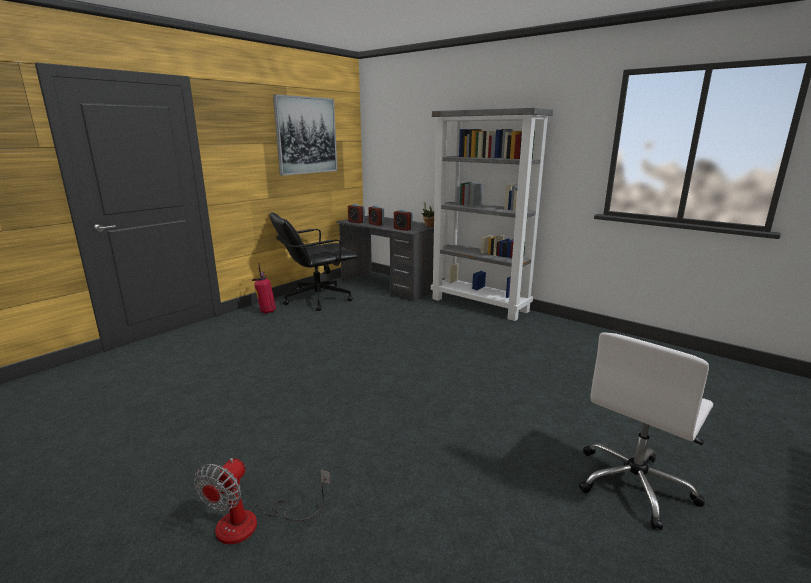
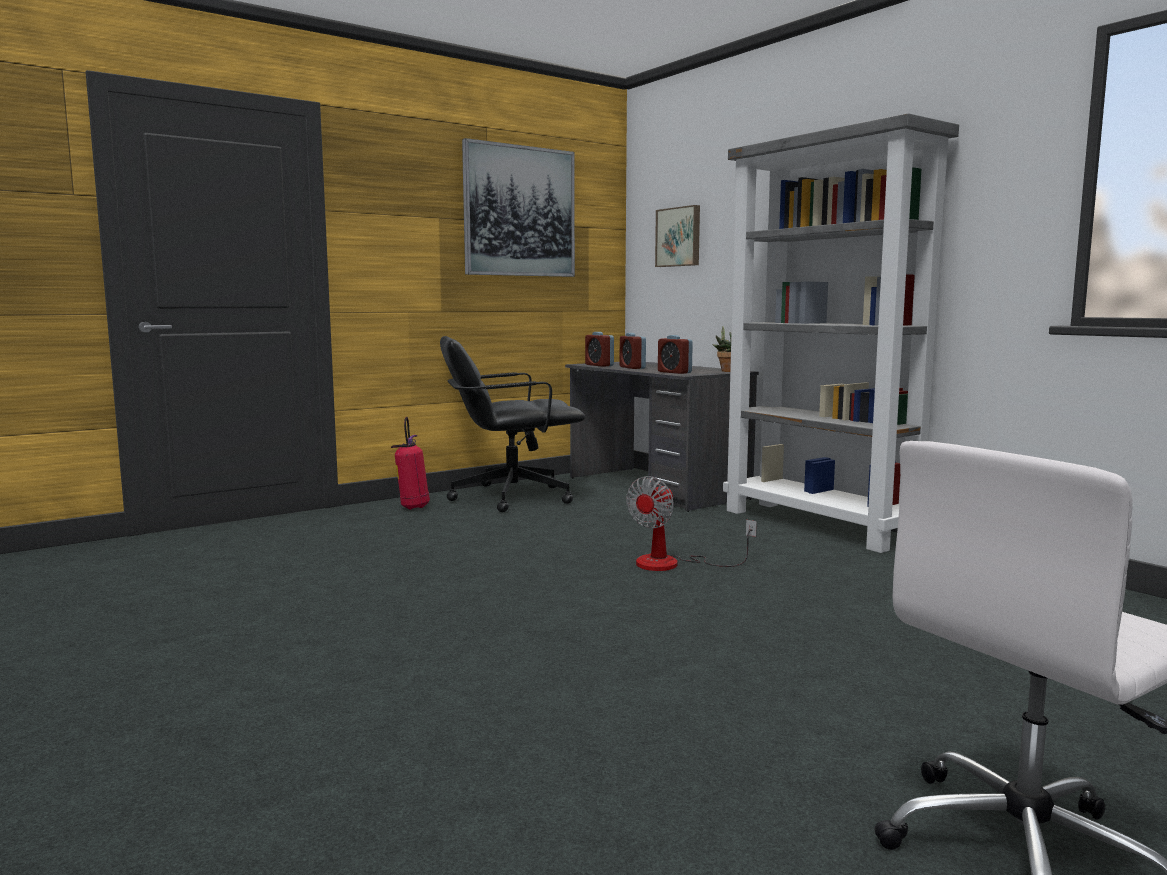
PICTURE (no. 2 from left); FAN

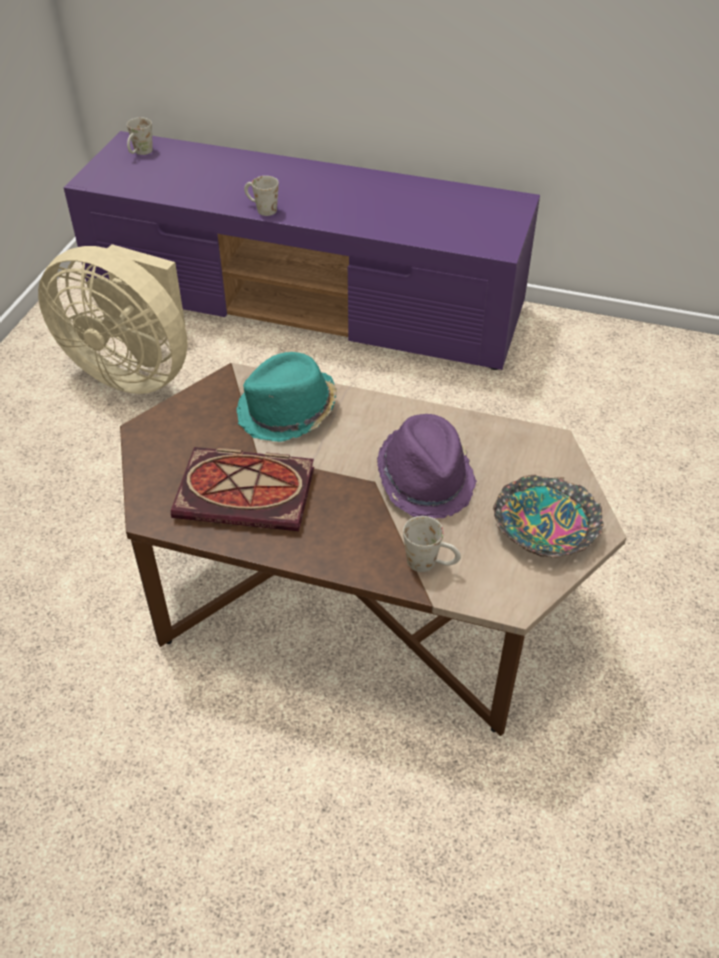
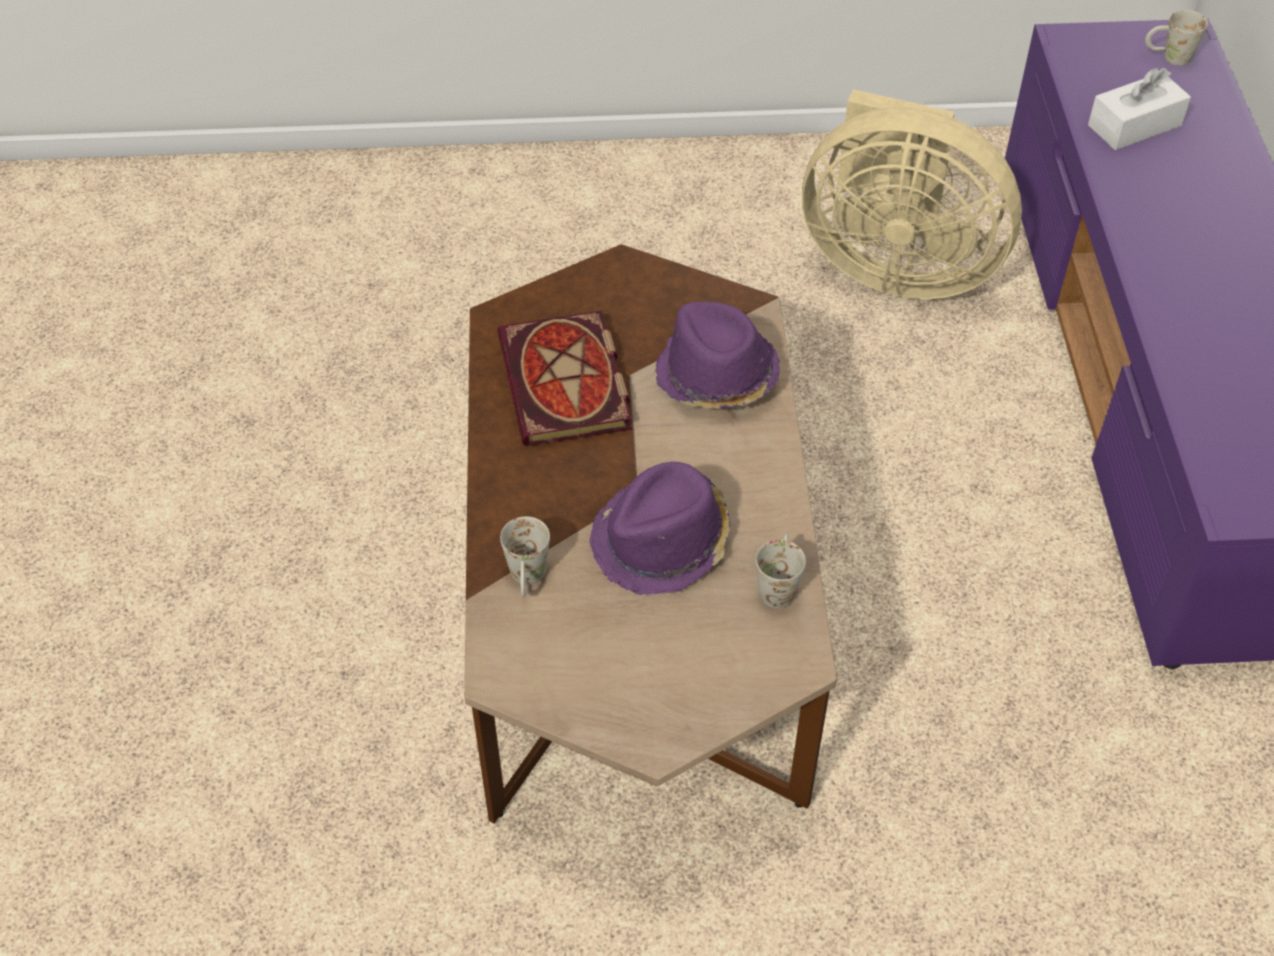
BOWL; WHITE TISSUE BOX; WHITE MUG (no. 2 from left); PURPLE HAT (no. 2 from left); BEIGE FAN

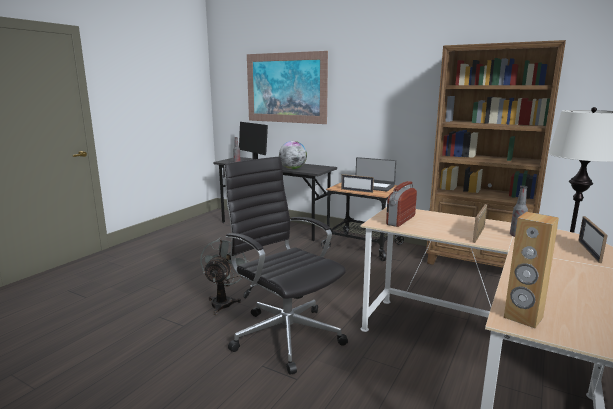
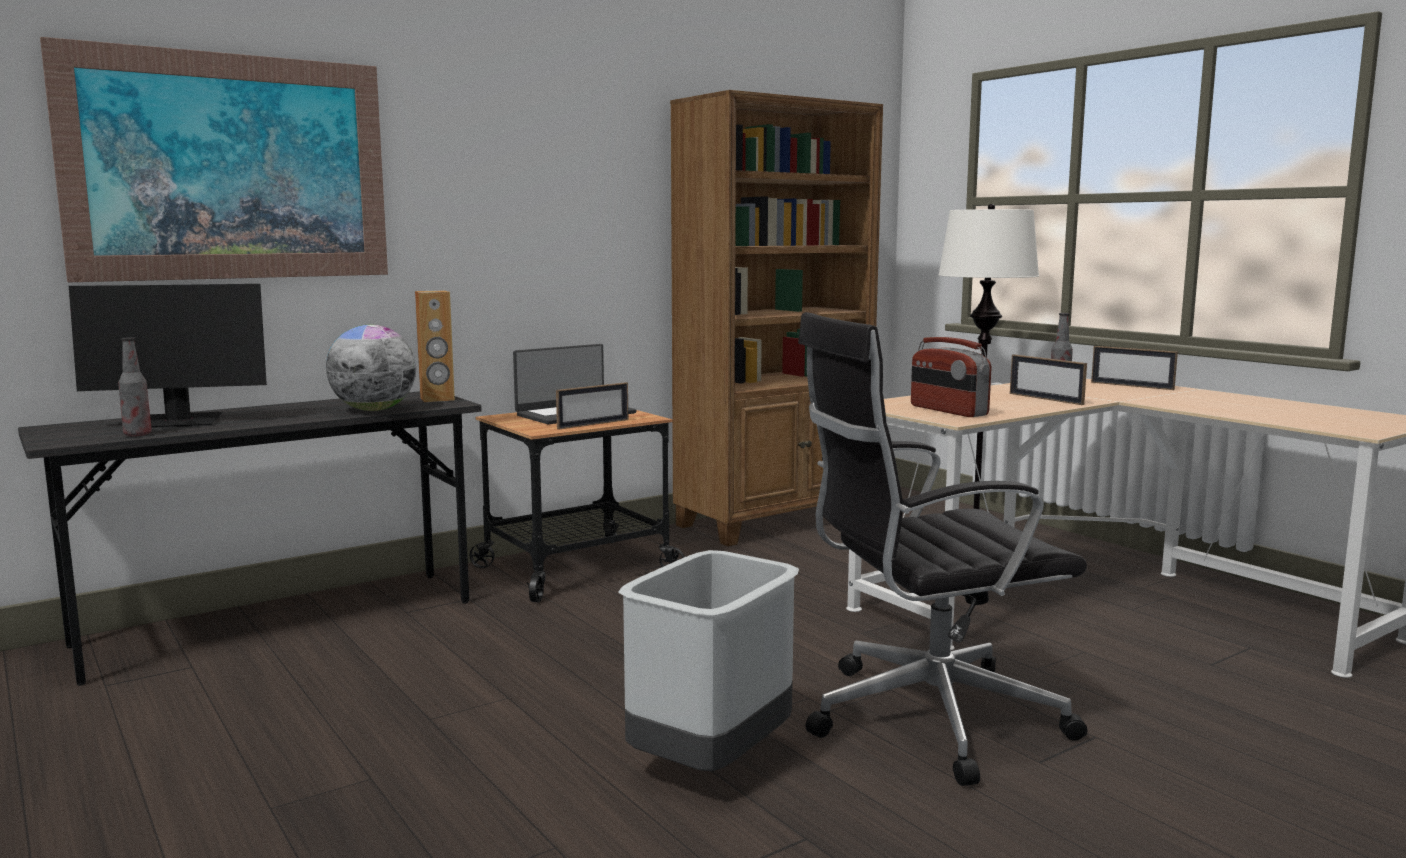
BROWN SPEAKER; GREY TRASH CAN

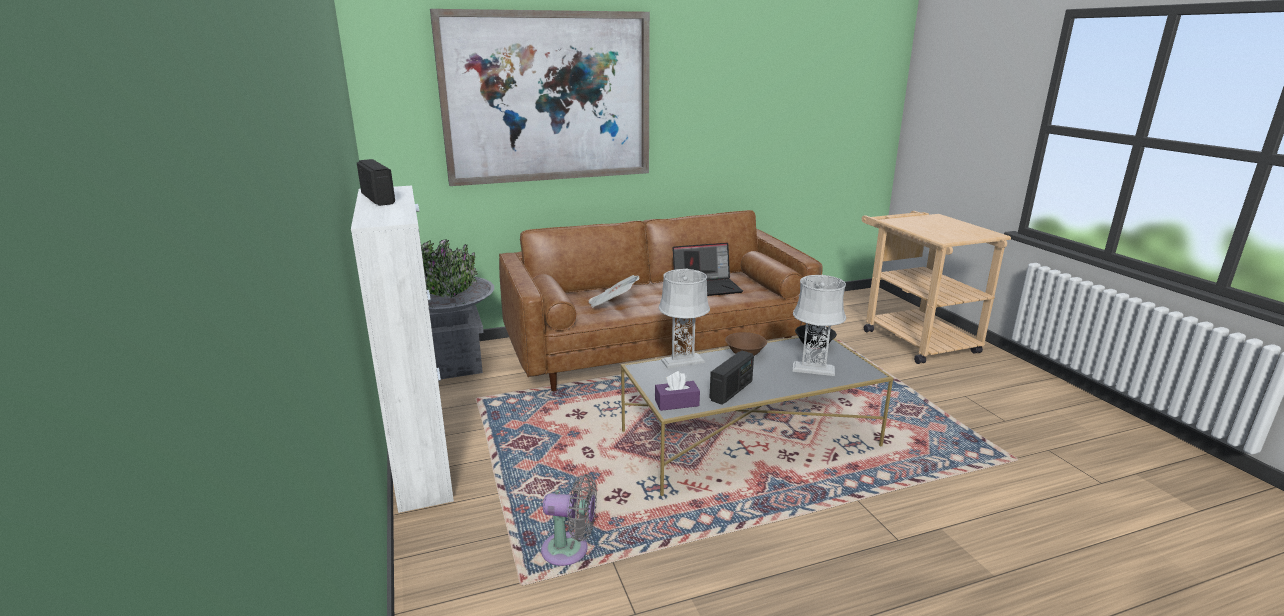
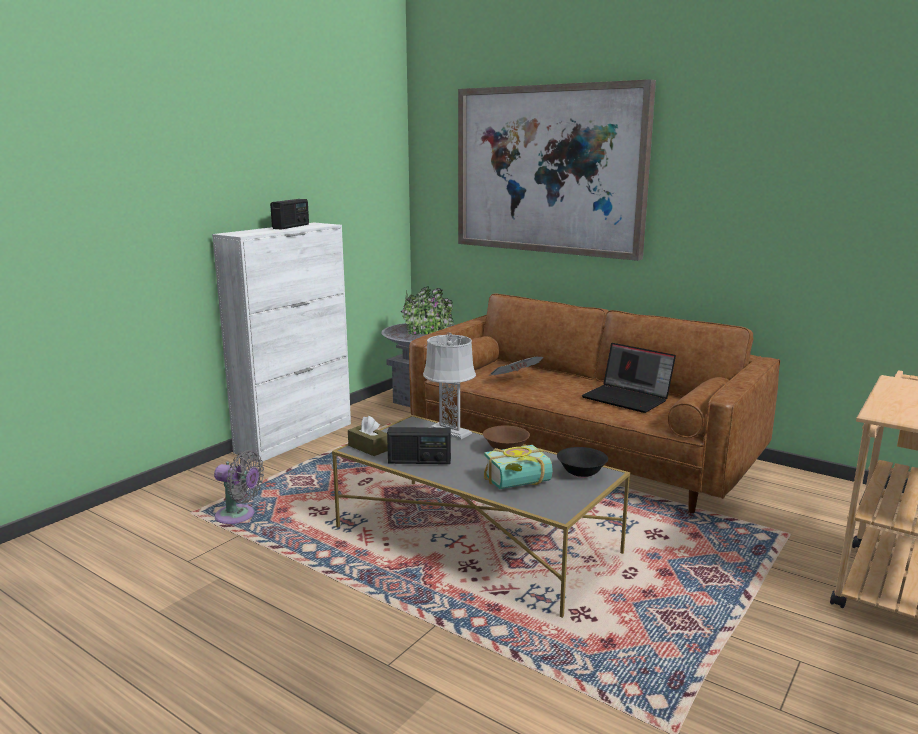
BOOK; BROWN TISSUE BOX; GREY FAN

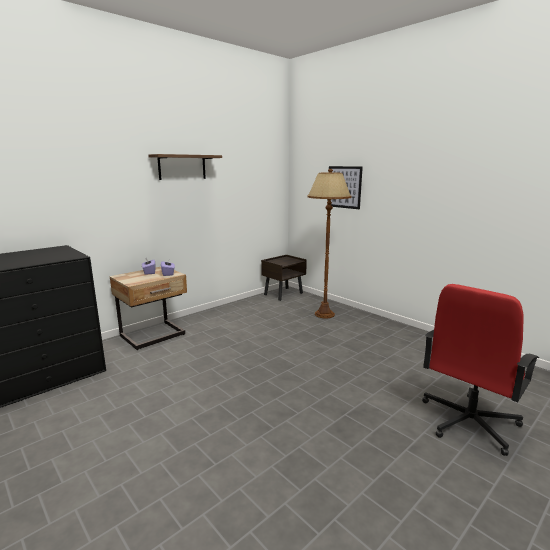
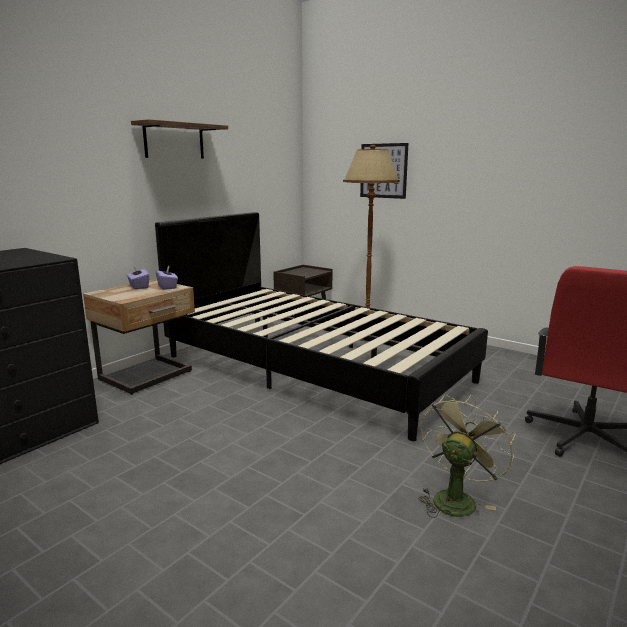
BLACK BED; GREEN FAN

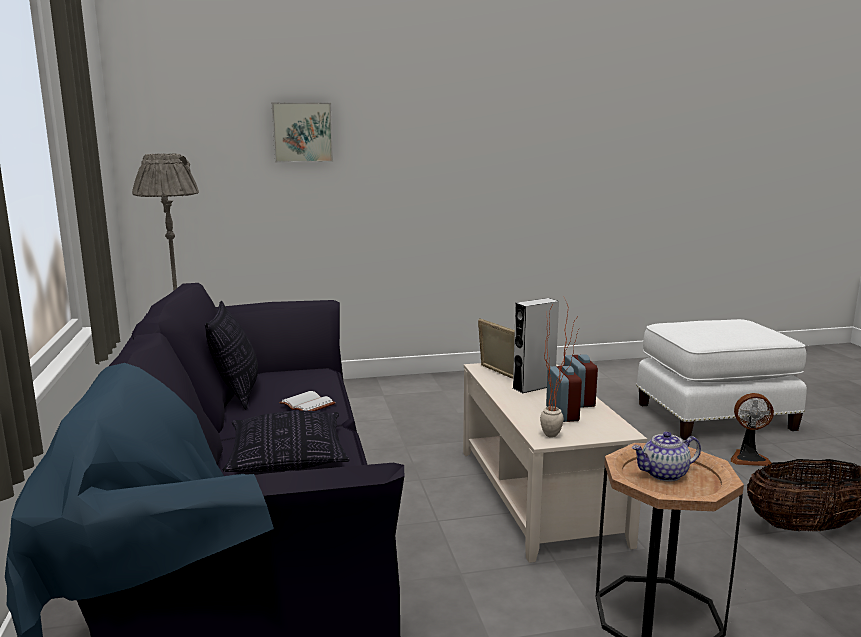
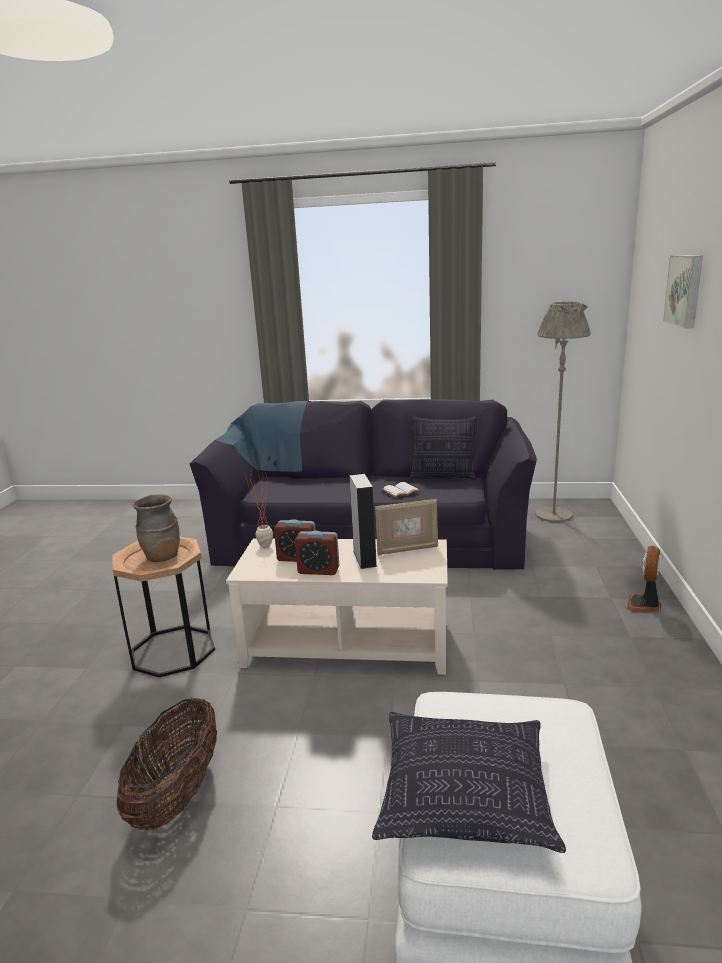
PILLOW (no. 2 from left); FAN; BROWN VASE

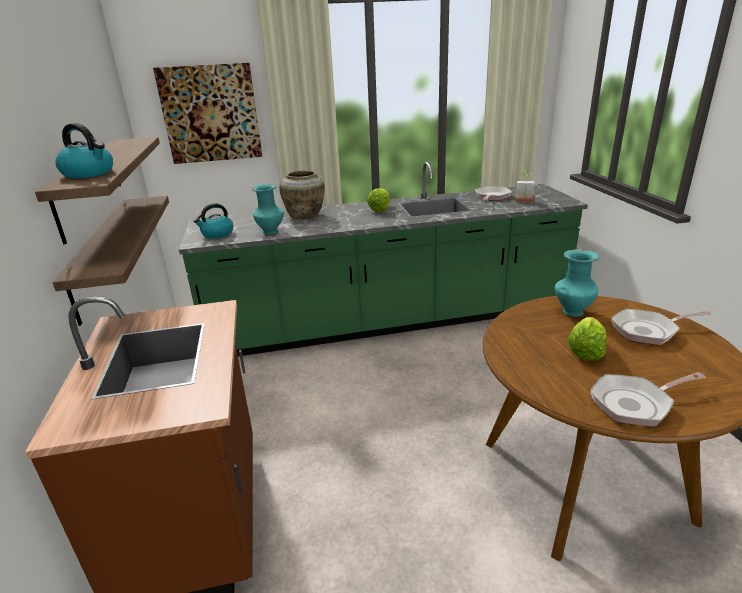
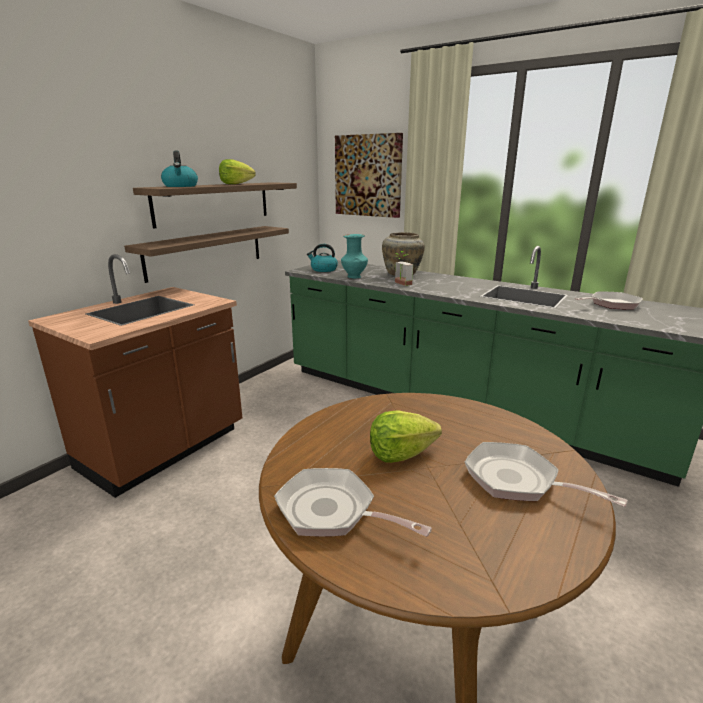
TURQUOISE VASE (no. 2 from left in the first image); LETTUCE (no. 1 from left); POTTED PLANT

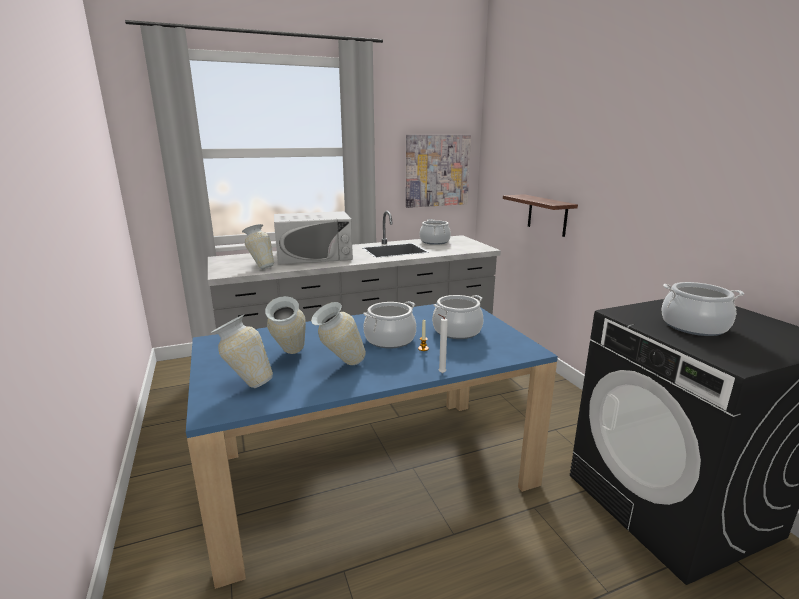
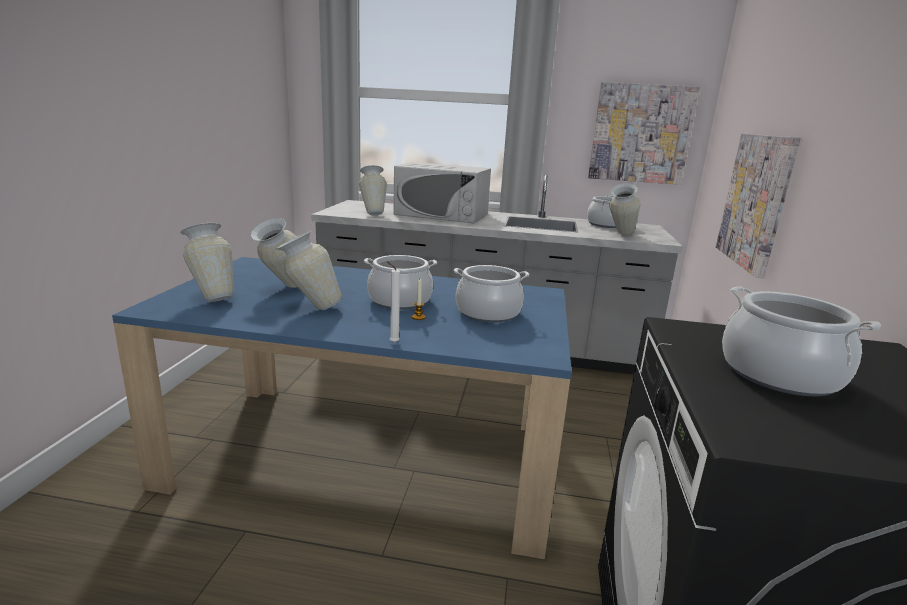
VASE (no. 5 from left); PICTURE (no. 2 from left)

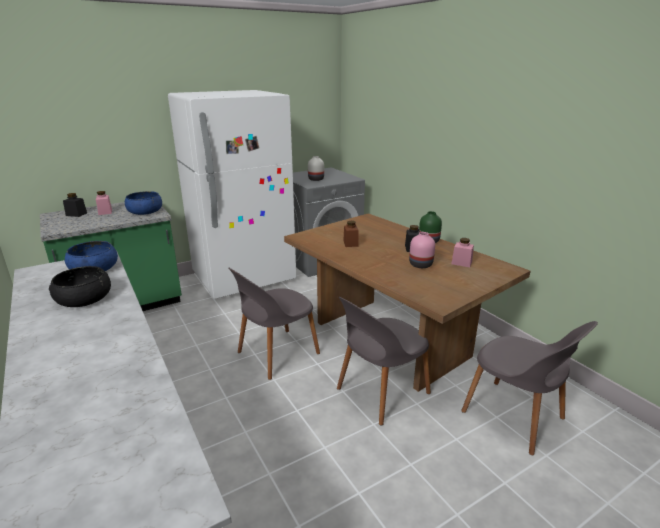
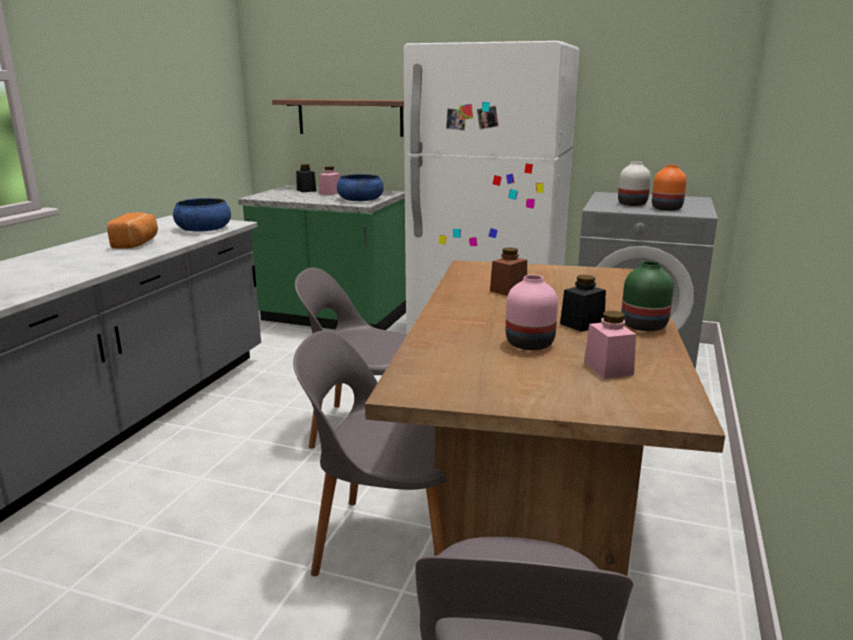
SHELF; ORANGE VASE; BREAD

